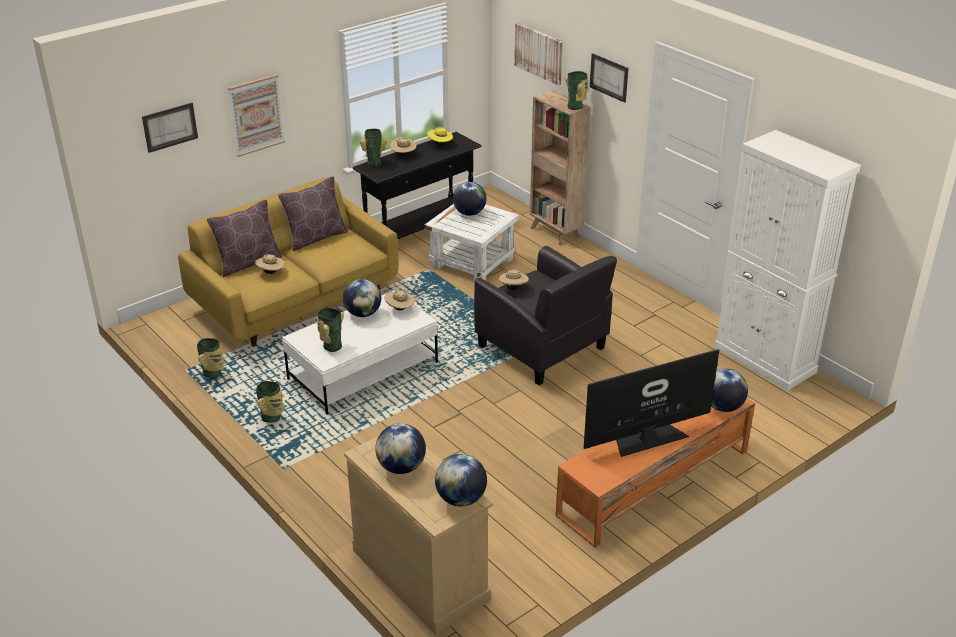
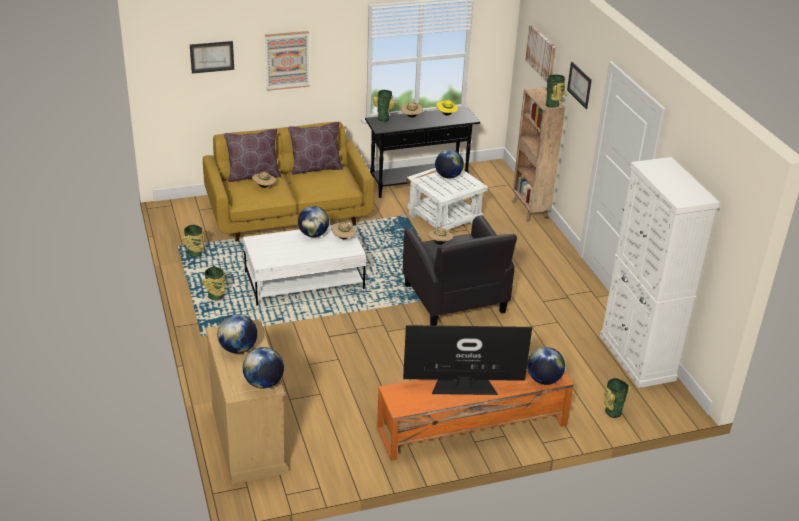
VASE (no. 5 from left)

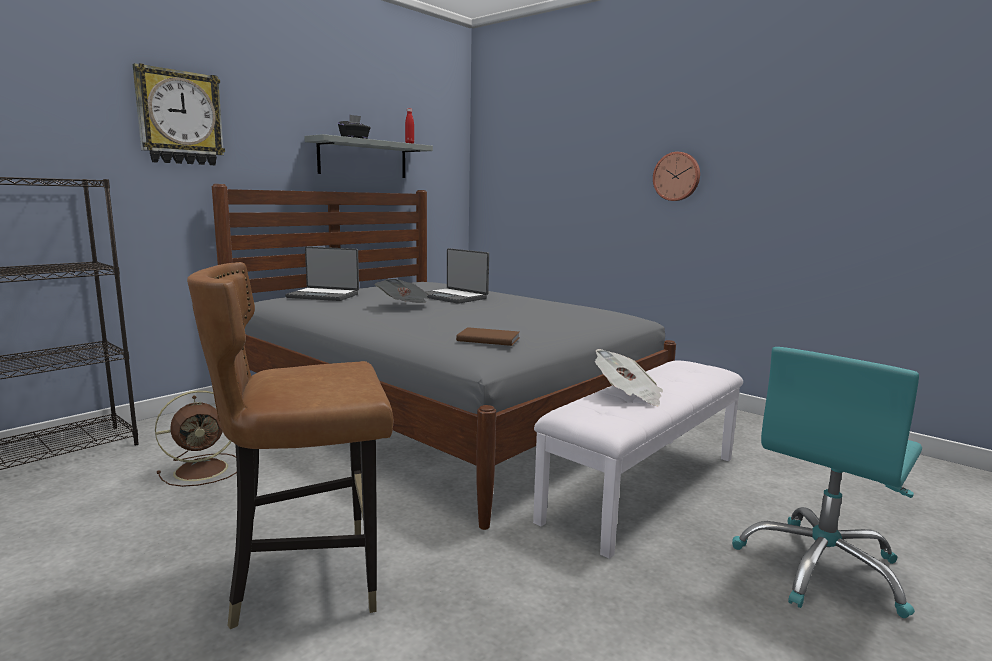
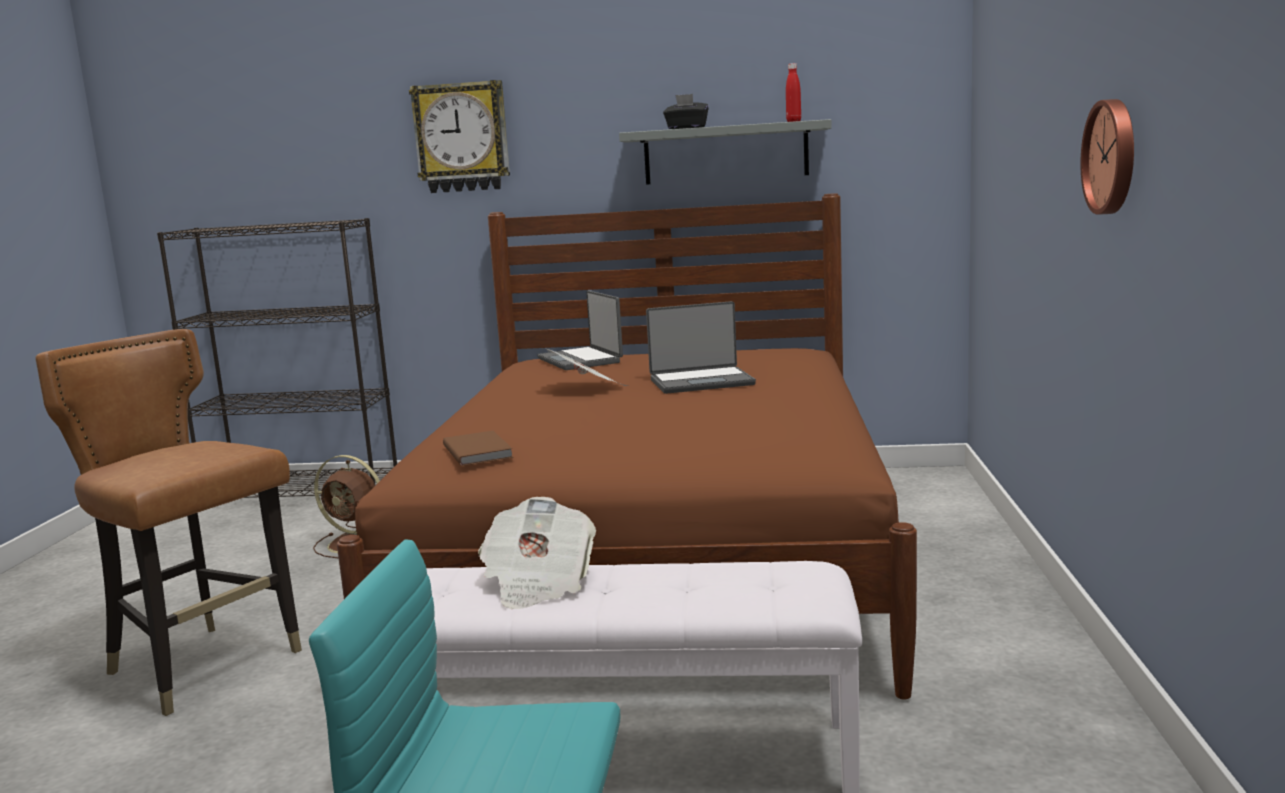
BROWN BED; LAPTOP (no. 2 from left)

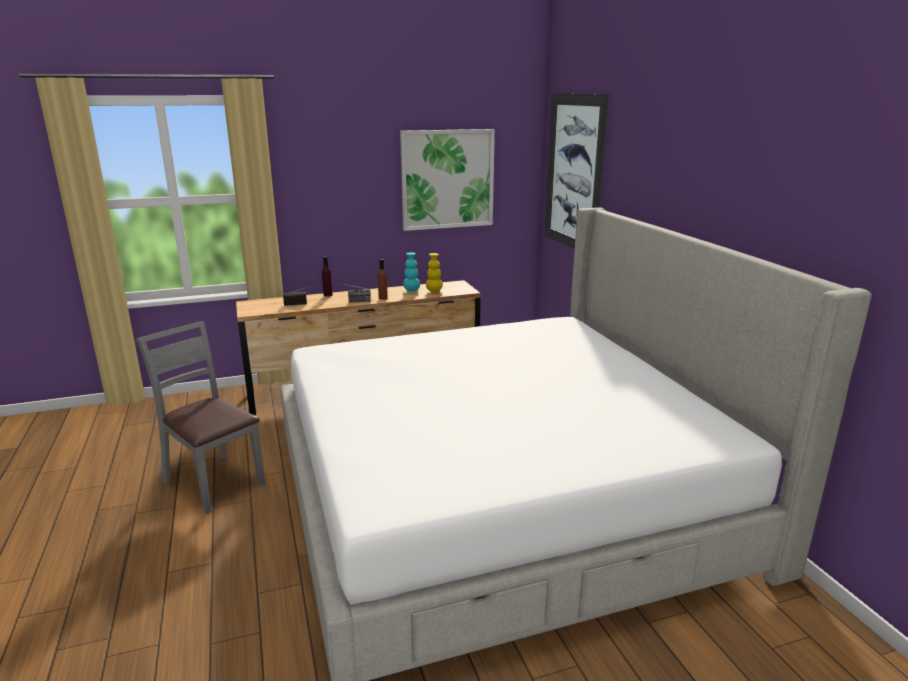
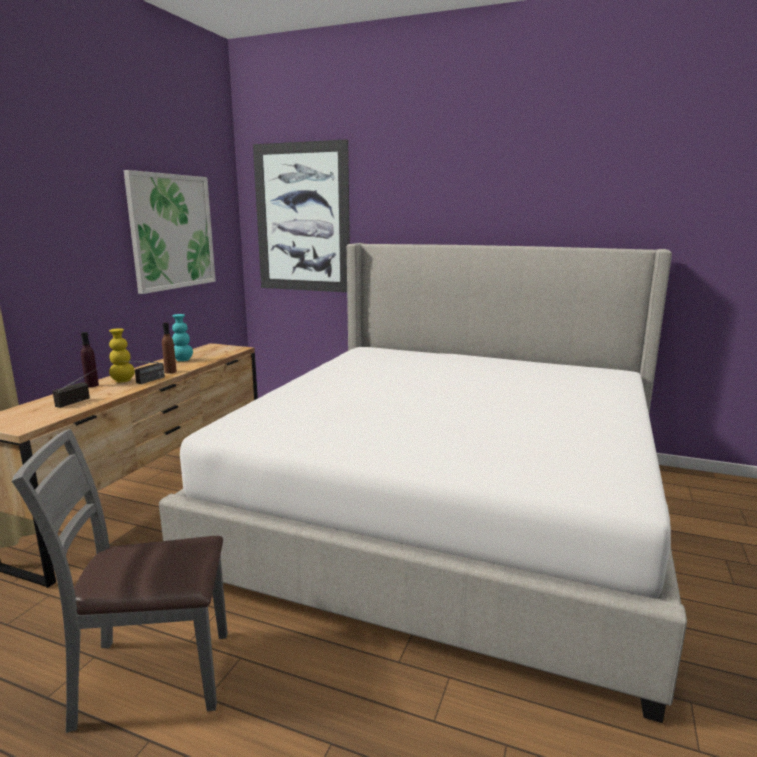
YELLOW VASE

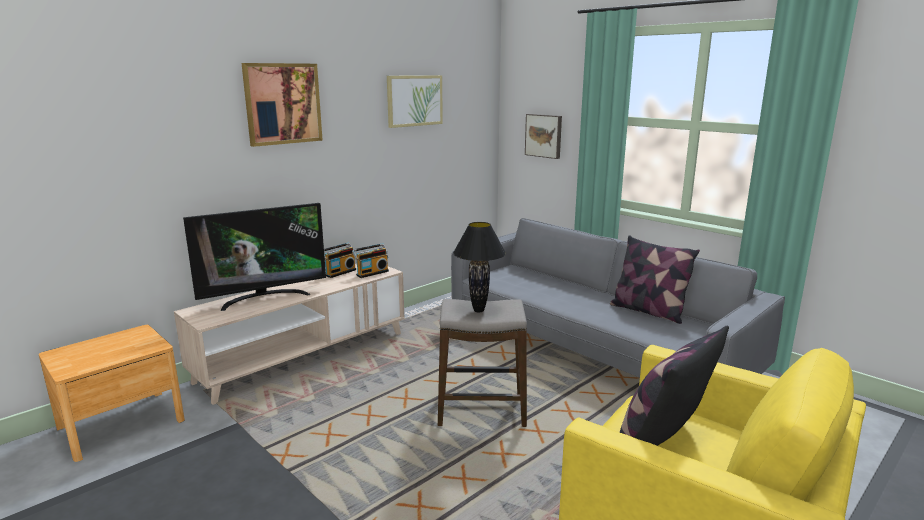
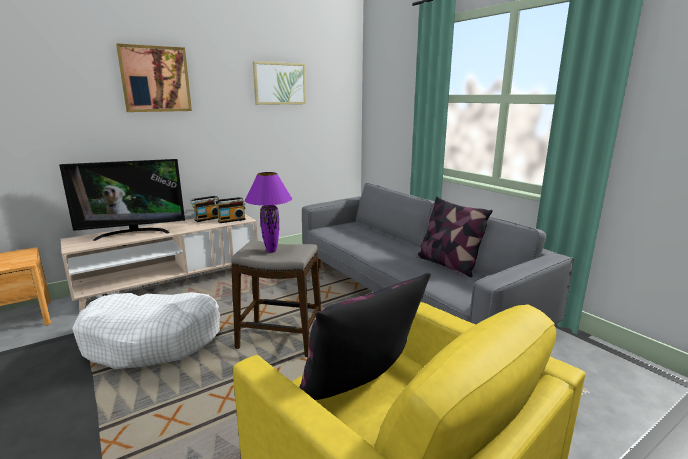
PICTURE (no. 3 from left in the first image); WHITE DOG BED; PURPLE TABLE LAMP

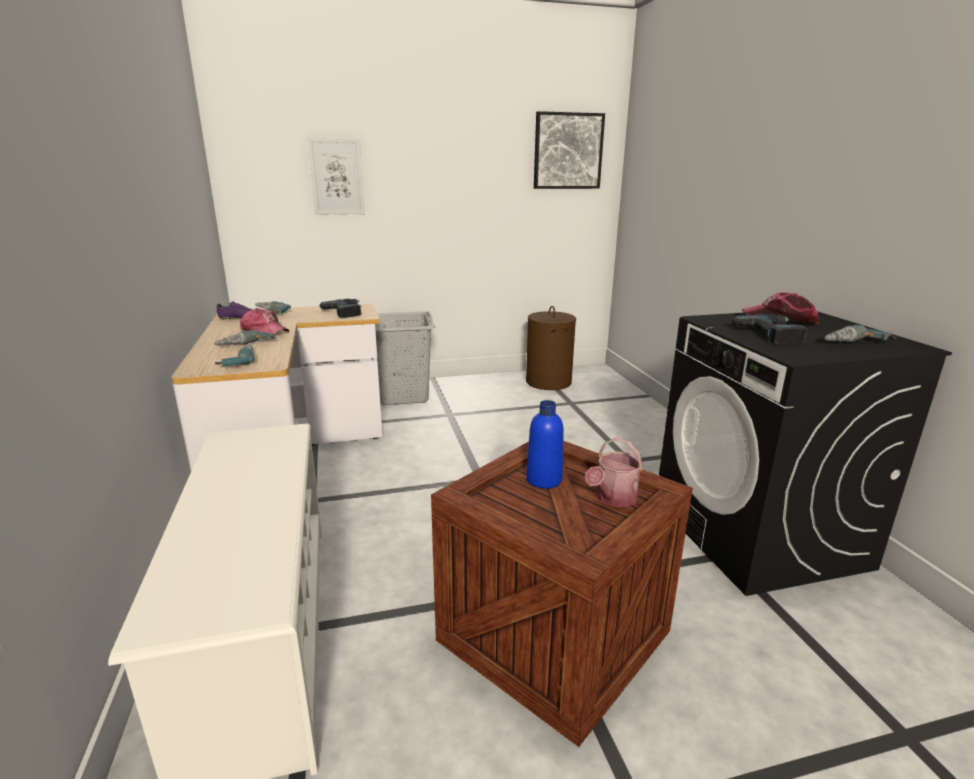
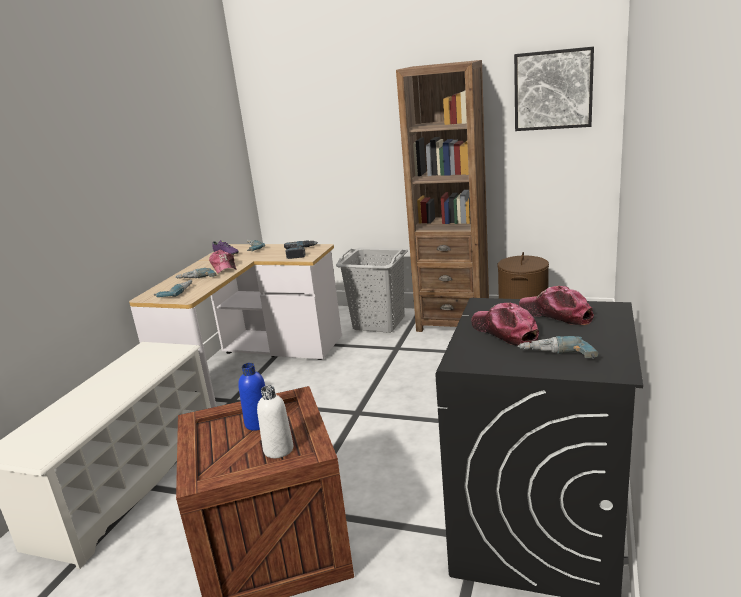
PICTURE (no. 1 from left in the first image); BROWN BOOKCASE; WHITE BOTTLE; CAP (no. 2 from left)

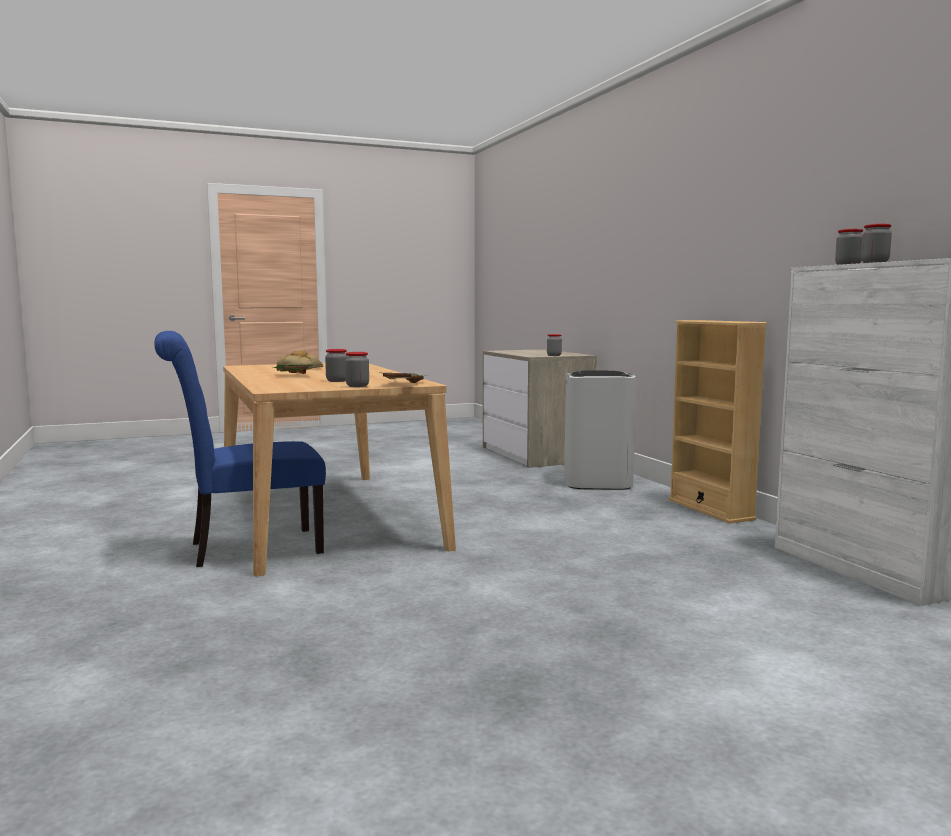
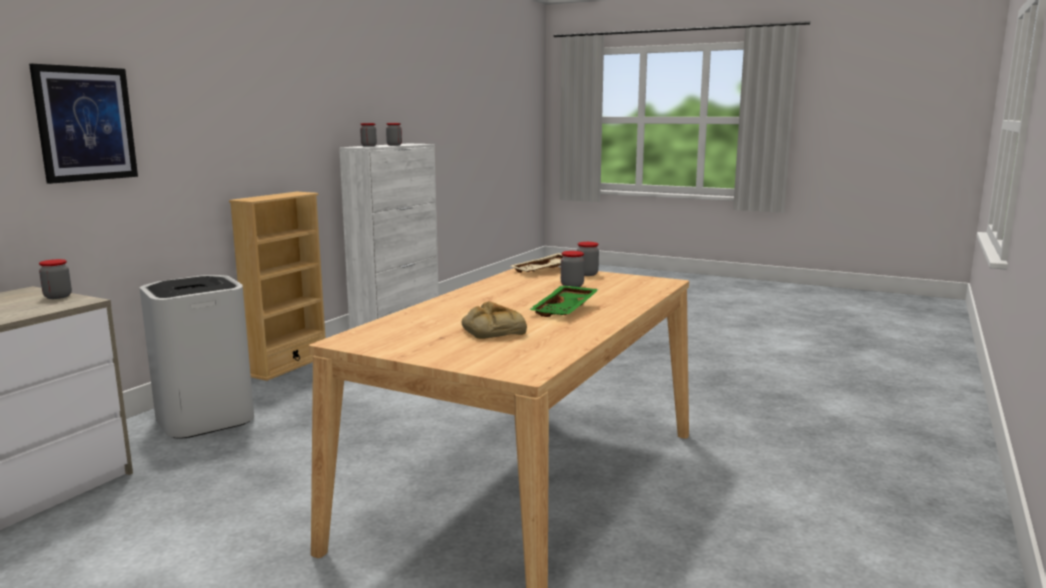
BLUE CHAIR; PICTURE

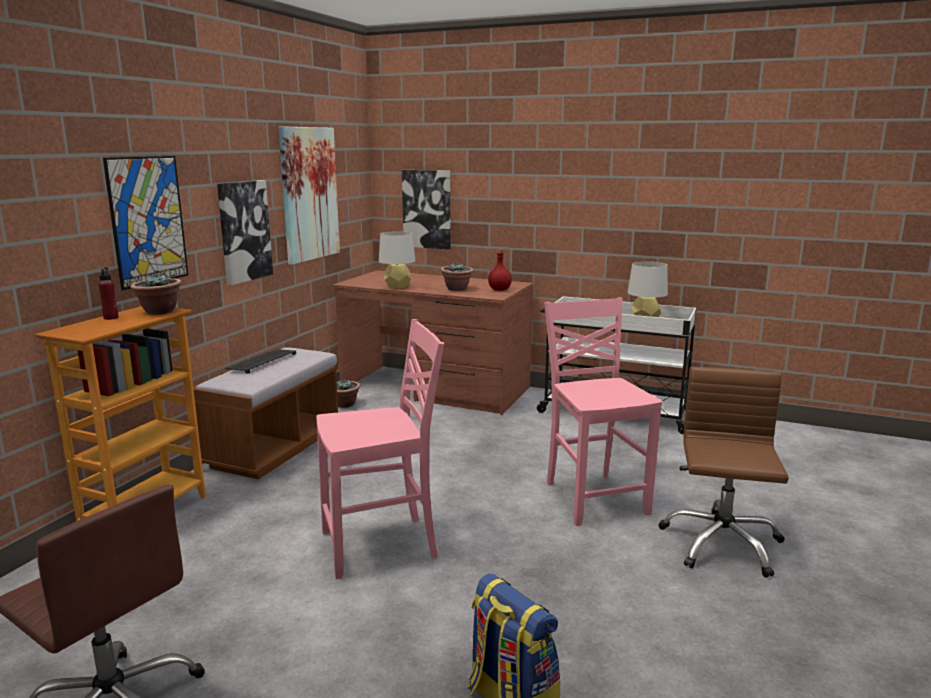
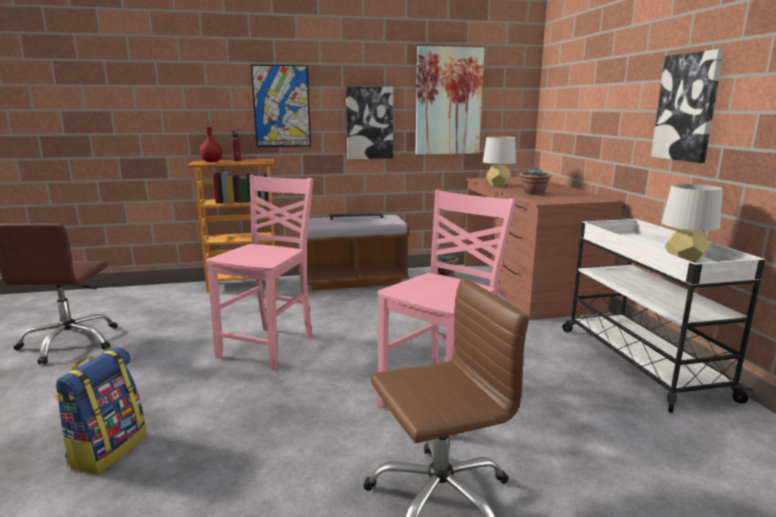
POTTED PLANT (no. 1 from left in the first image); PICTURE (no. 4 from left); RED BOTTLE (no. 1 from left); PINK CHAIR (no. 1 from left)

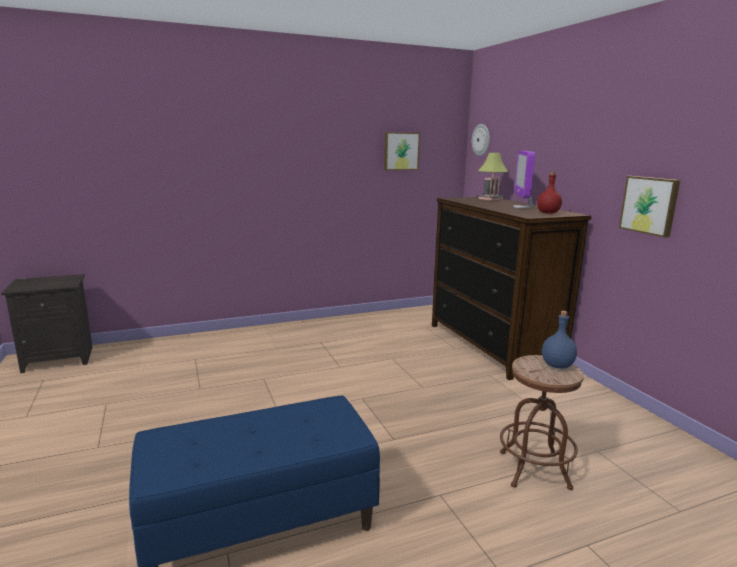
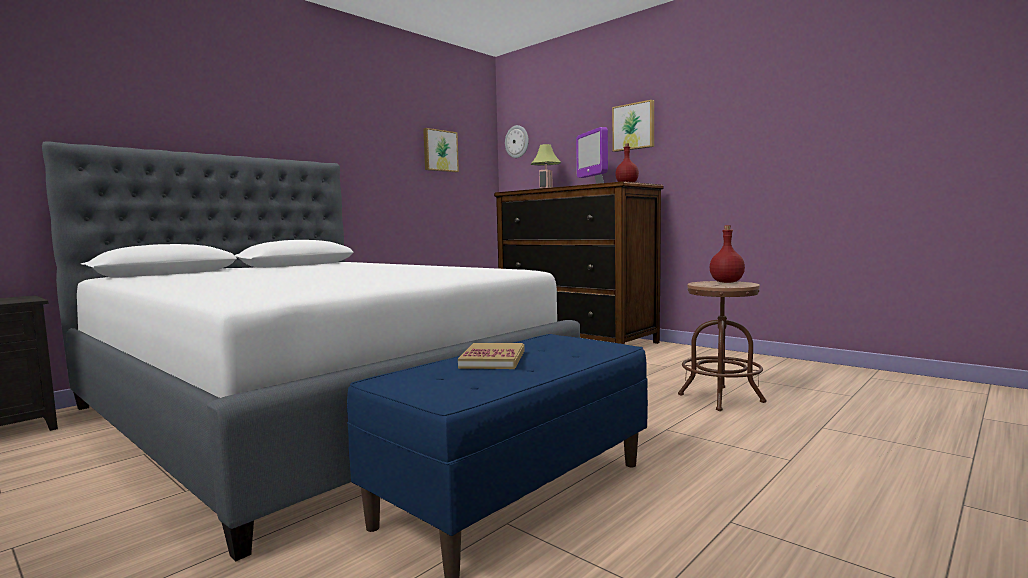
WHITE BED; BOOK; PICTURE (no. 2 from left); RED BOTTLE (no. 2 from left)

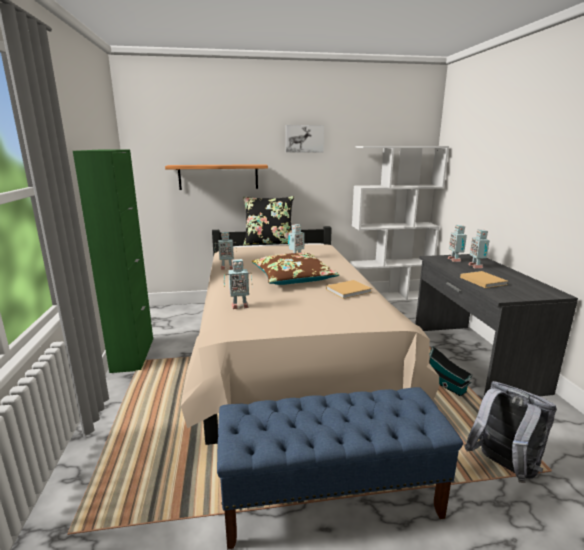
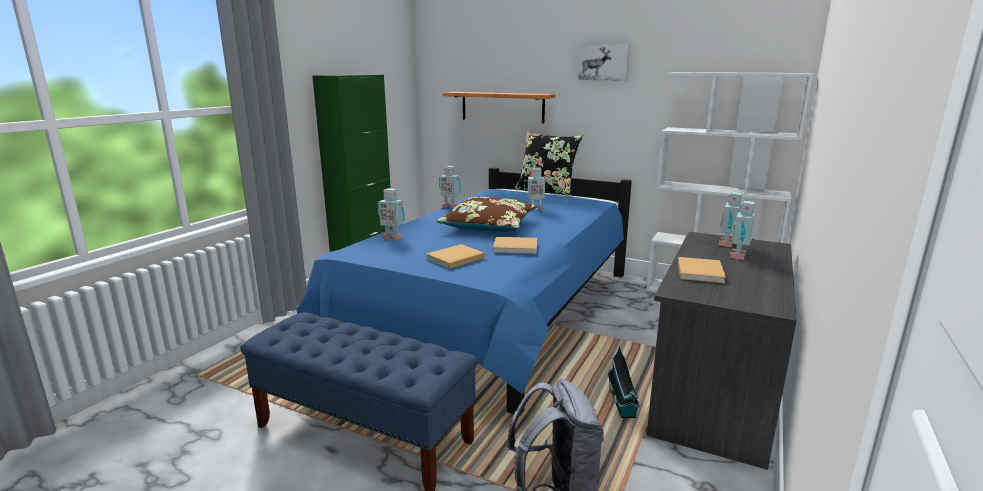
BEIGE BOOK (no. 1 from left); BLUE BED

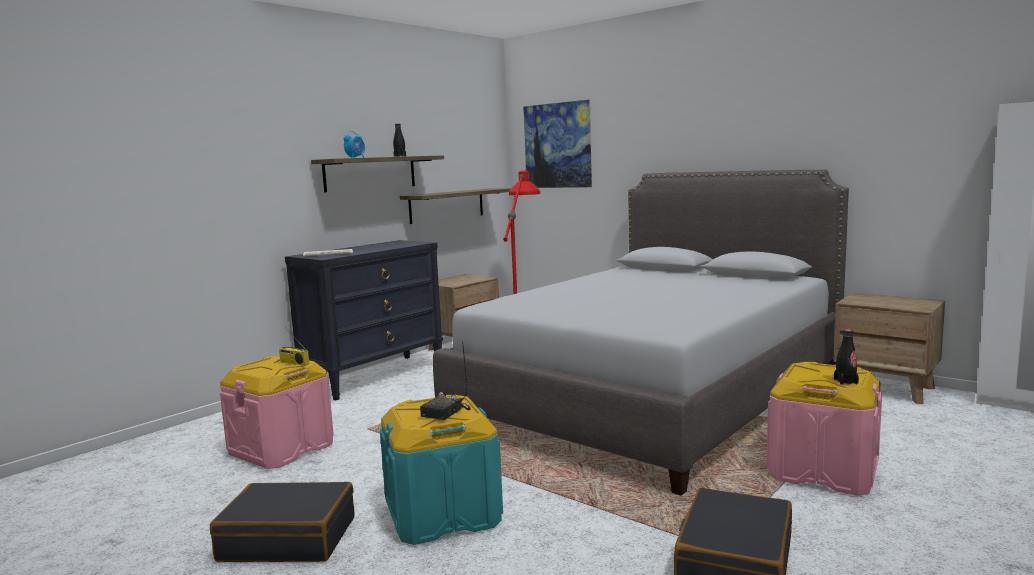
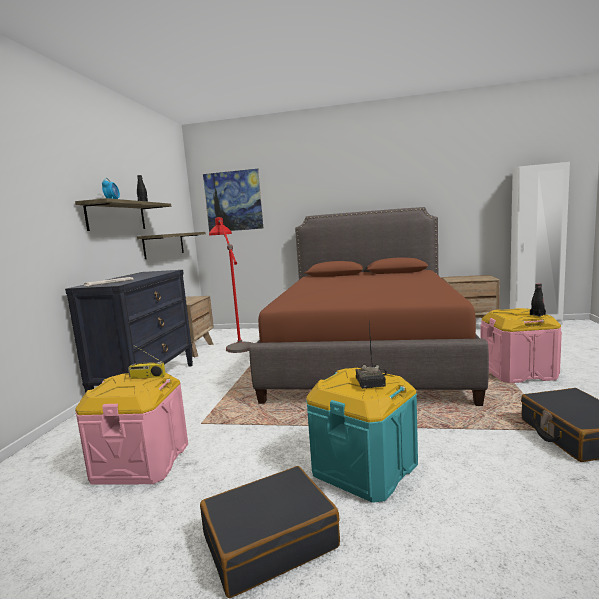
BROWN BED

